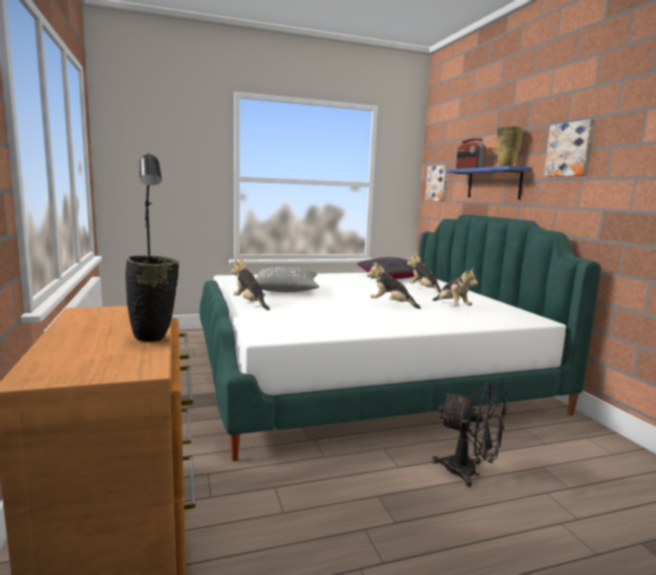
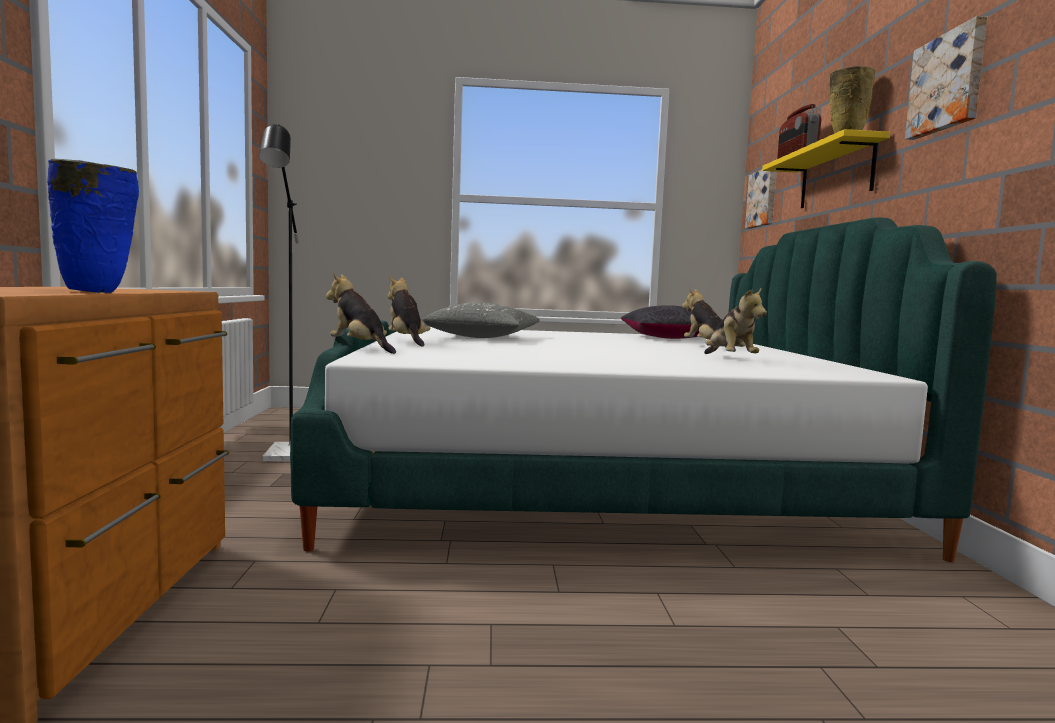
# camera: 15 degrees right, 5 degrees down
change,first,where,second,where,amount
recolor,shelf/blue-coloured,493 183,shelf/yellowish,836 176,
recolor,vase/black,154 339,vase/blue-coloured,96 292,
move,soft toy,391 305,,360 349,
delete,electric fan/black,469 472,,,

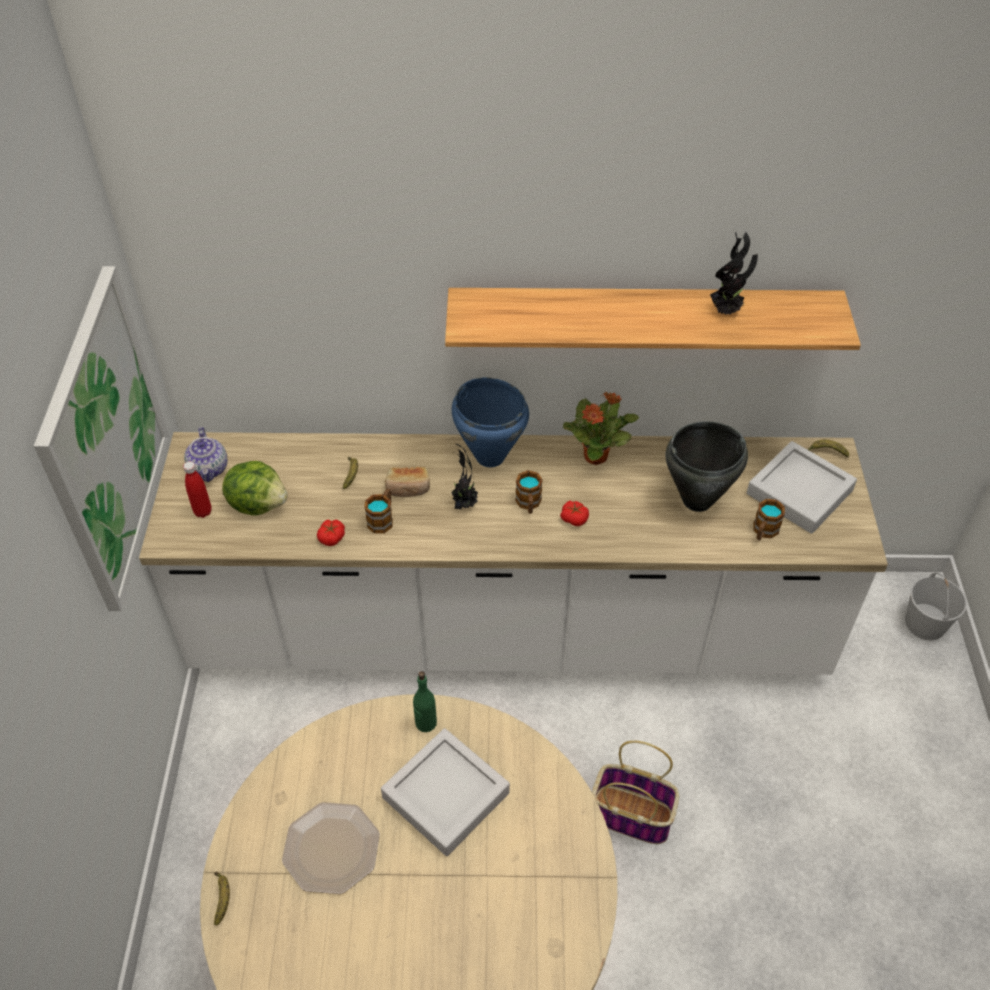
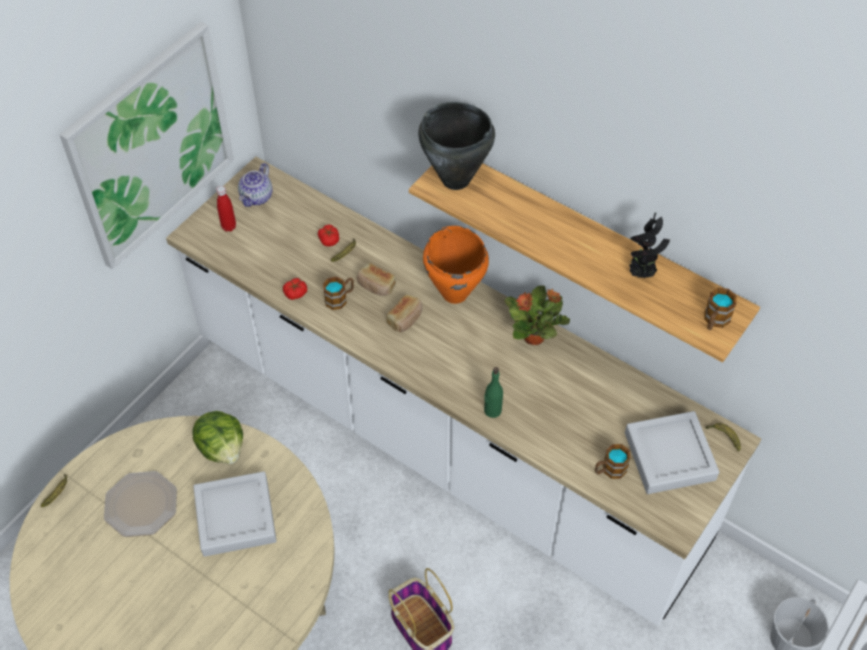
# camera: 35 degrees right, 5 degrees up
change,first,where,second,where,amount
recolor,cooking pot/blue-coloured,490 456,cooking pot/orange,455 293,
move,cooking pot/black,698 500,,456 180,
replace,potted plant,464 503,baked bread,405 318,
move,lettuce head,258 503,,222 448,
move,mug,529 504,,714 321,
move,tomato,574 518,,329 239,
move,bottle/green,425 723,,492 410,

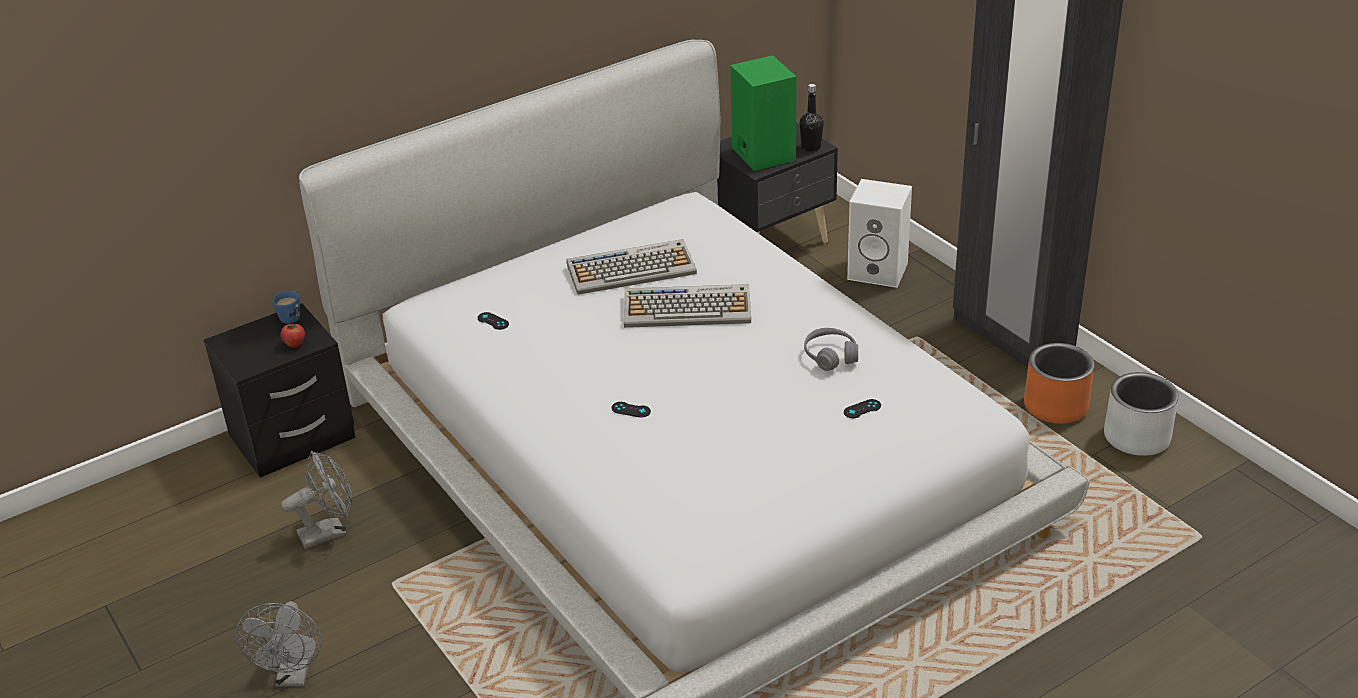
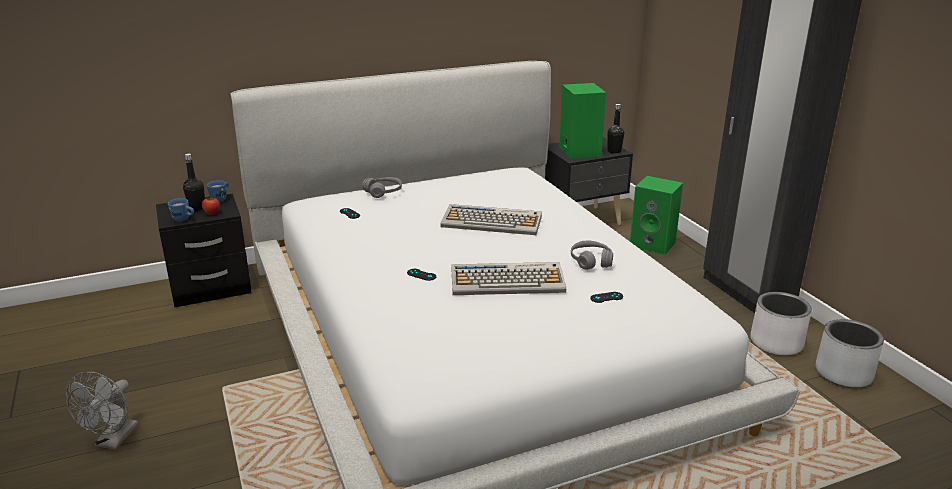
# camera: 10 degrees right, 10 degrees down
change,first,where,second,where,amount
recolor,audio speaker/whitish,879 271,audio speaker/green,654 244,
move,computer keyboard,632 269,,508 281,
recolor,plant pot/orange,1056 406,plant pot/whitish,776 343,
delete,electric fan/grey,329 531,,,
insert,,,bottle/black,197 208,
insert,,,headset/grey,383 192,
insert,,,mug/blue-coloured,184 220,

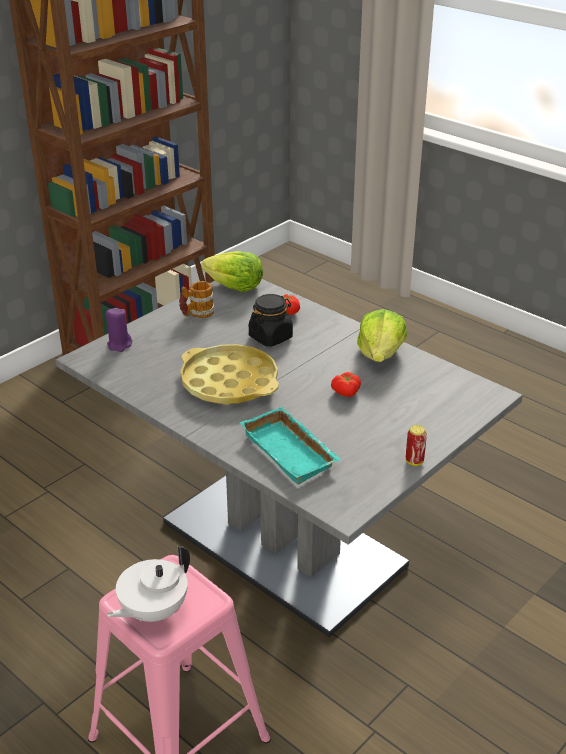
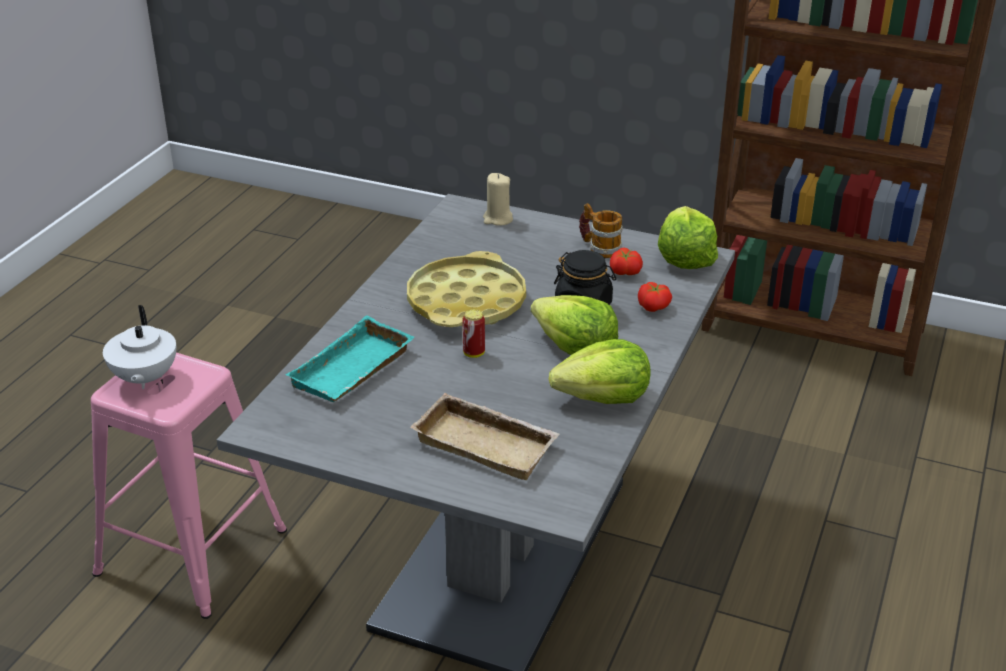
# camera: 70 degrees right, 0 degrees up
change,first,where,second,where,amount
recolor,candle/purple-coloured,119 345,candle/beige,497 219,
move,tomato,346 393,,624 272,
move,sealed can,414 461,,474 353,
rotate,pot for tea/whitish,153 611,,144 378,120 degrees counterclockwise
insert,,,lettuce head,575 348,
insert,,,tray/beige,488 443,

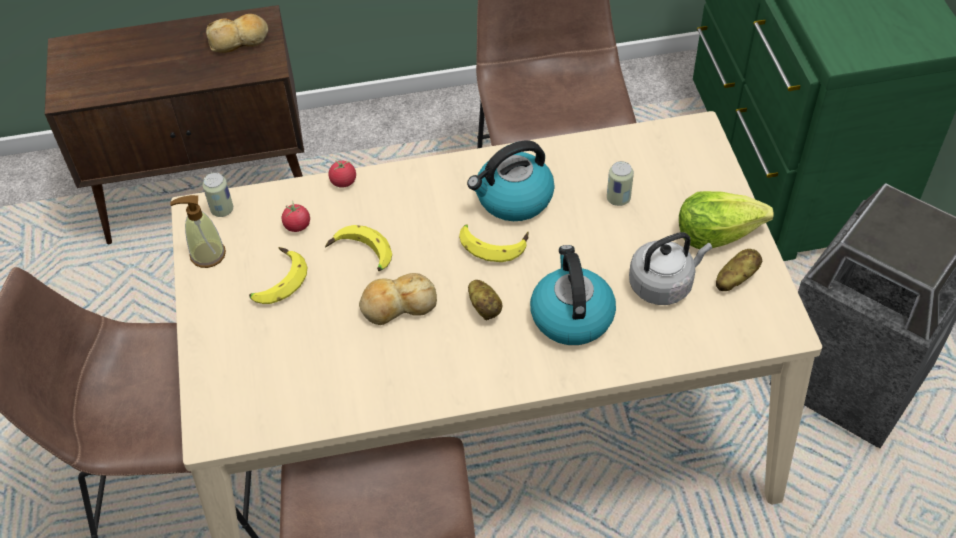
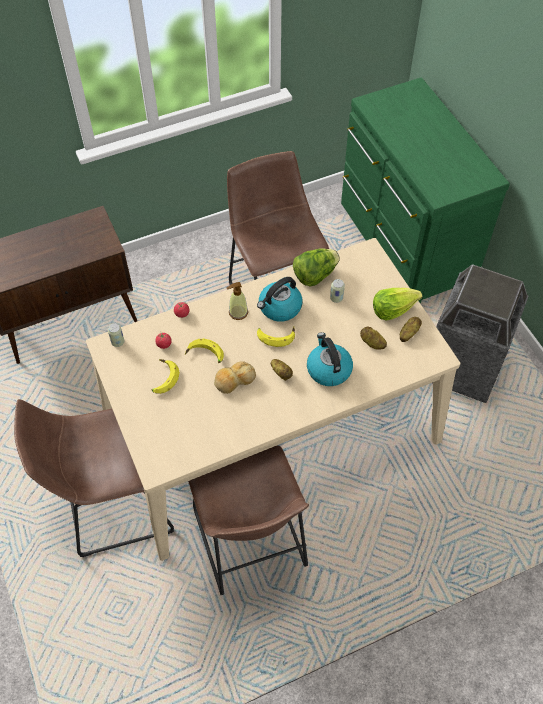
# camera: 15 degrees left, 5 degrees up
change,first,where,second,where,amount
delete,baked bread,239 40,,,
move,liquid soap bottle,207 254,,238 312,
replace,tea kettle/grey,663 284,spud,372 343,
insert,,,lettuce head,315 275,

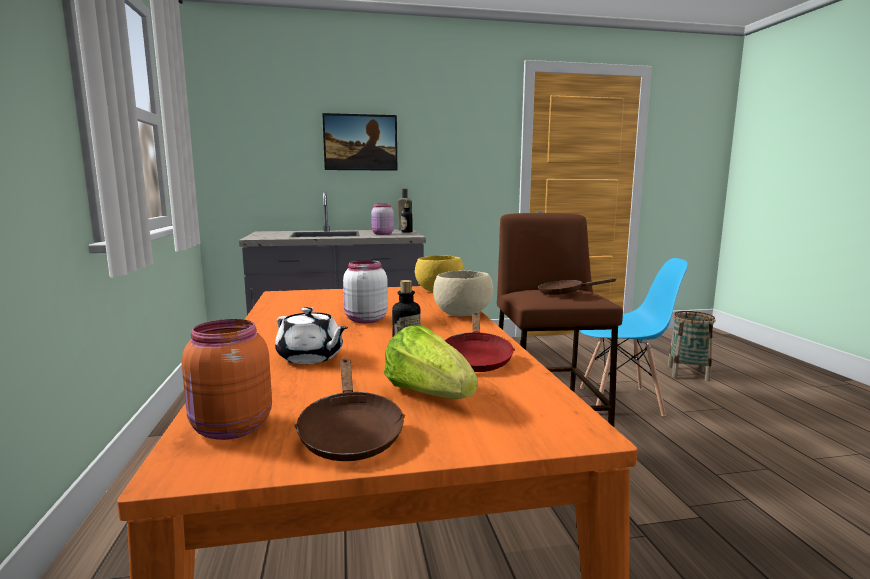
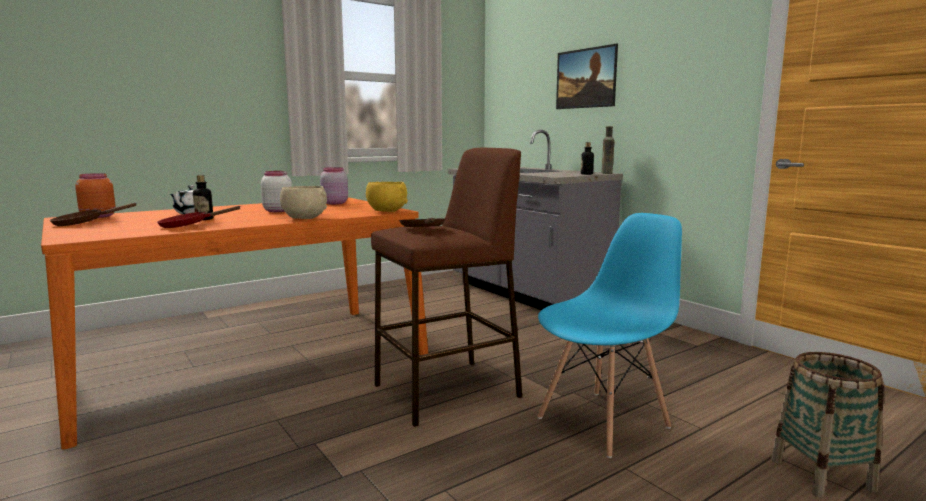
# camera: 65 degrees right, 0 degrees up
change,first,where,second,where,amount
move,jar/pinkish,382 234,,334 203,
rotate,chair/blue-coloured,621 401,,604 422,105 degrees counterclockwise
delete,lettuce head,429 394,,,

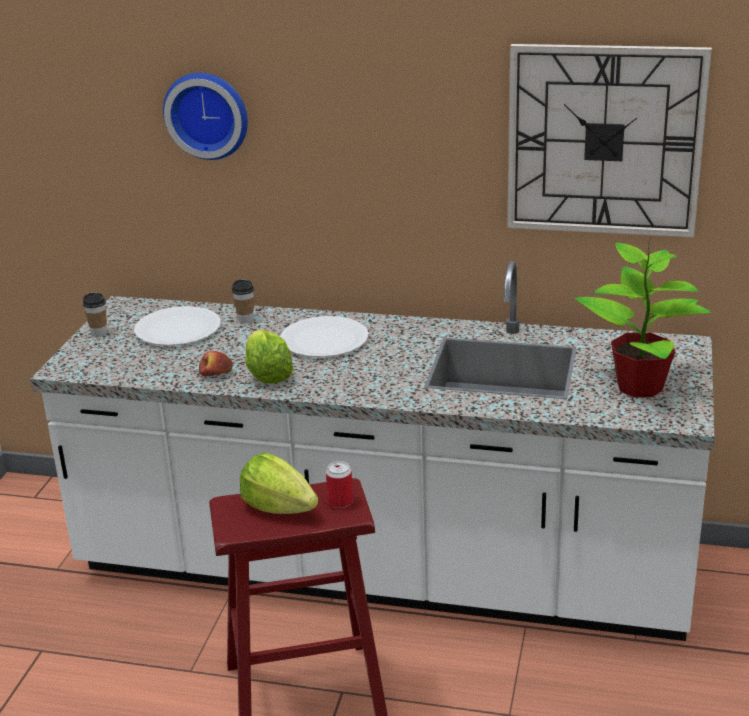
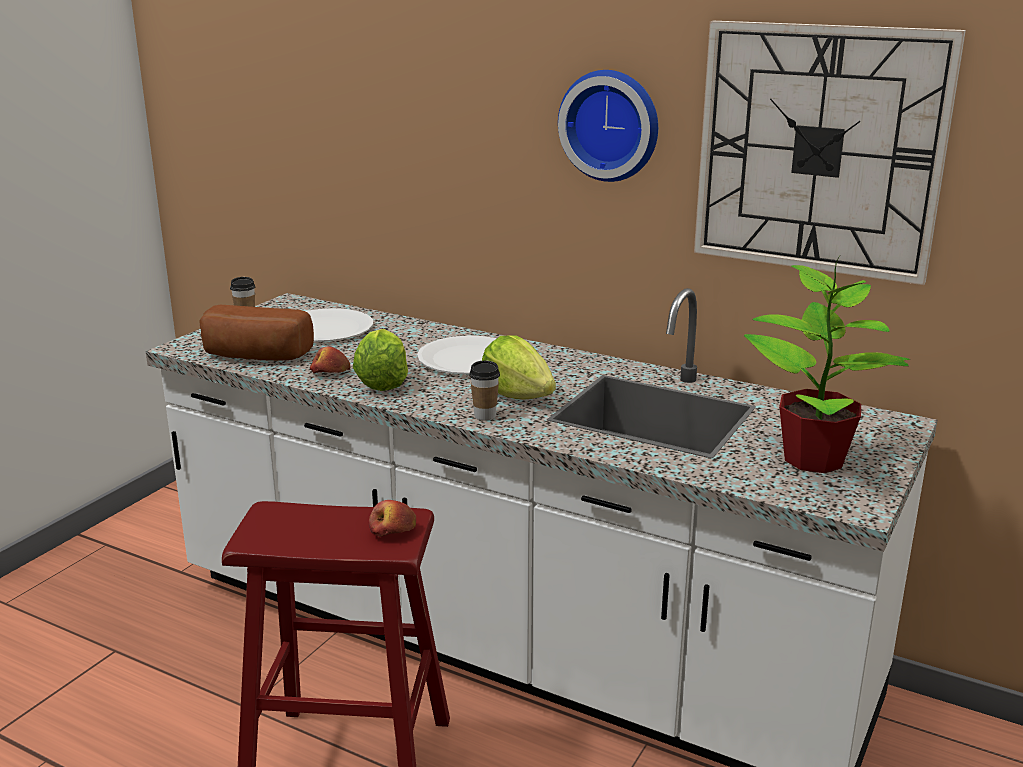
# camera: 15 degrees right, 5 degrees down
change,first,where,second,where,amount
move,wall clock,208 114,,611 125,
move,drinking cup,245 320,,485 416,
move,lettuce head,278 507,,518 395,
replace,sealed can,340 502,apple fruit,392 531,
insert,,,baked bread,254 356,

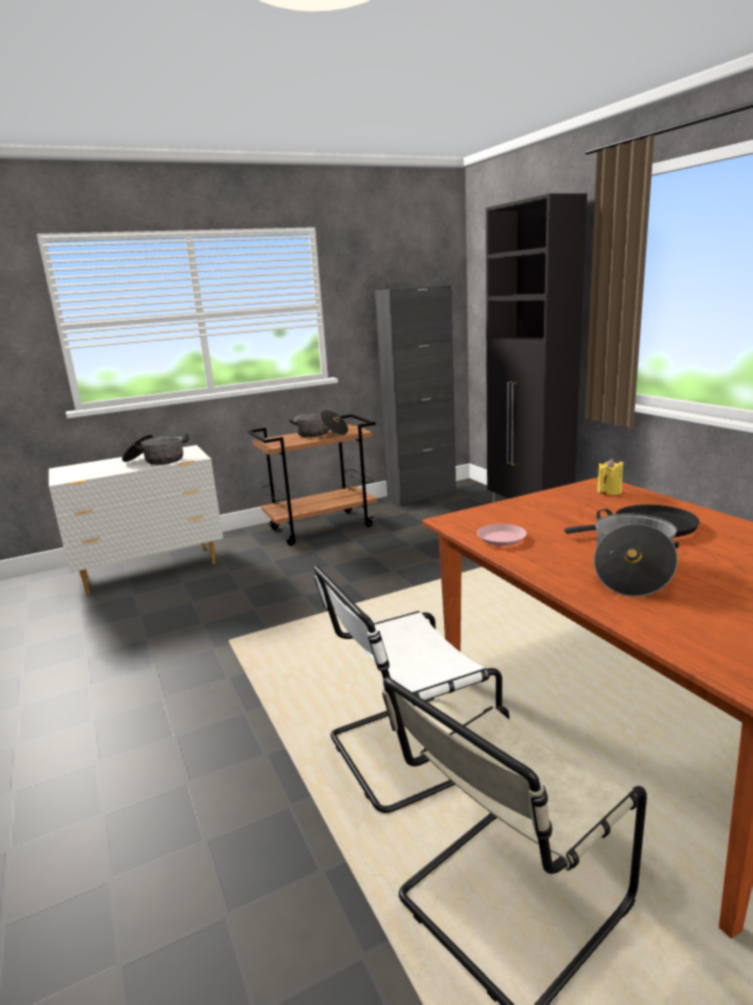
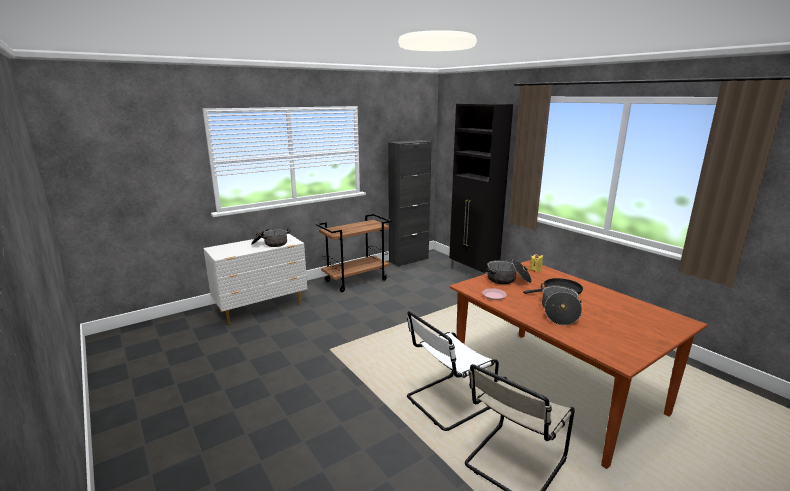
# camera: 10 degrees left, 0 degrees up
change,first,where,second,where,amount
move,cooking pot,321 434,,508 280,

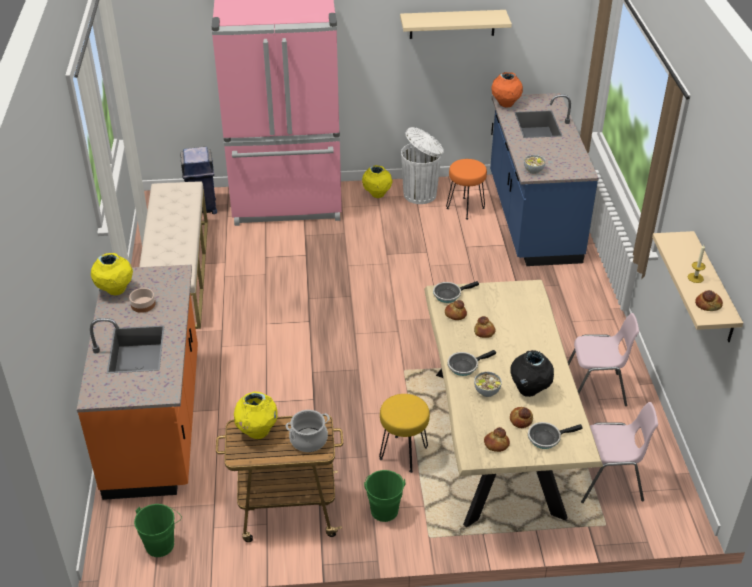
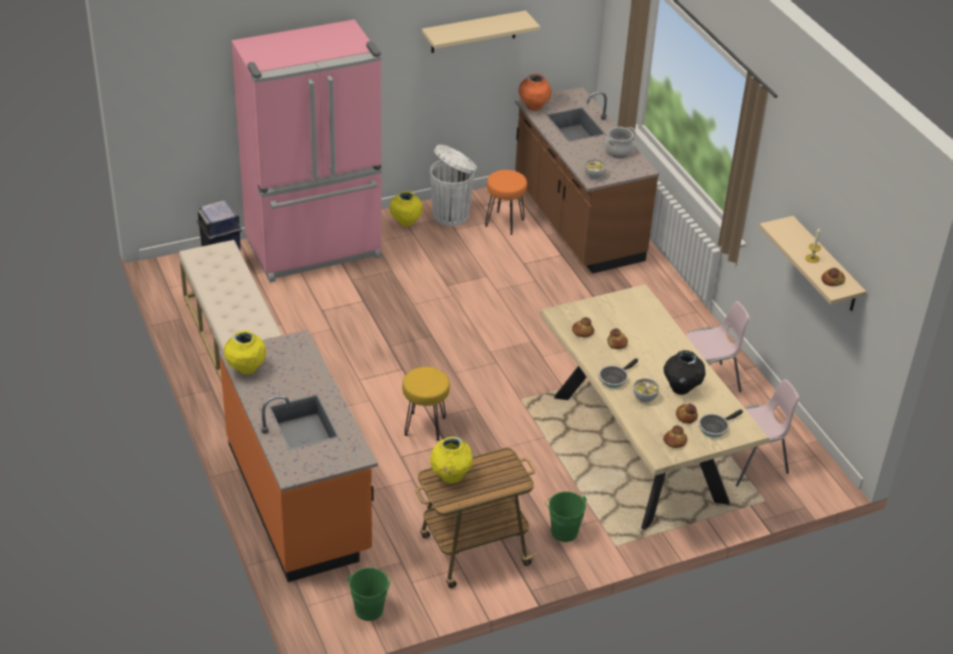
# camera: 20 degrees left, 0 degrees up
change,first,where,second,where,amount
recolor,kitchen base unit/blue-coloured,532 218,kitchen base unit/brown,576 222,
delete,pan,449 294,,,
delete,serving bowl,143 304,,,
move,stool/yellowish,403 454,,424 426,
move,cooking pot,308 440,,618 151,

